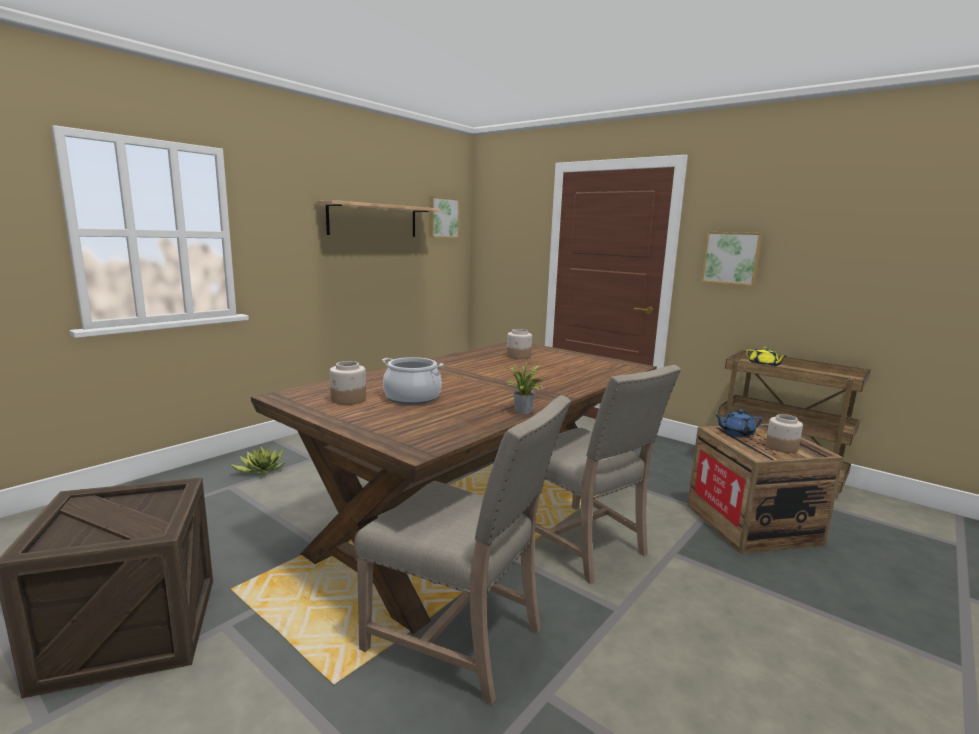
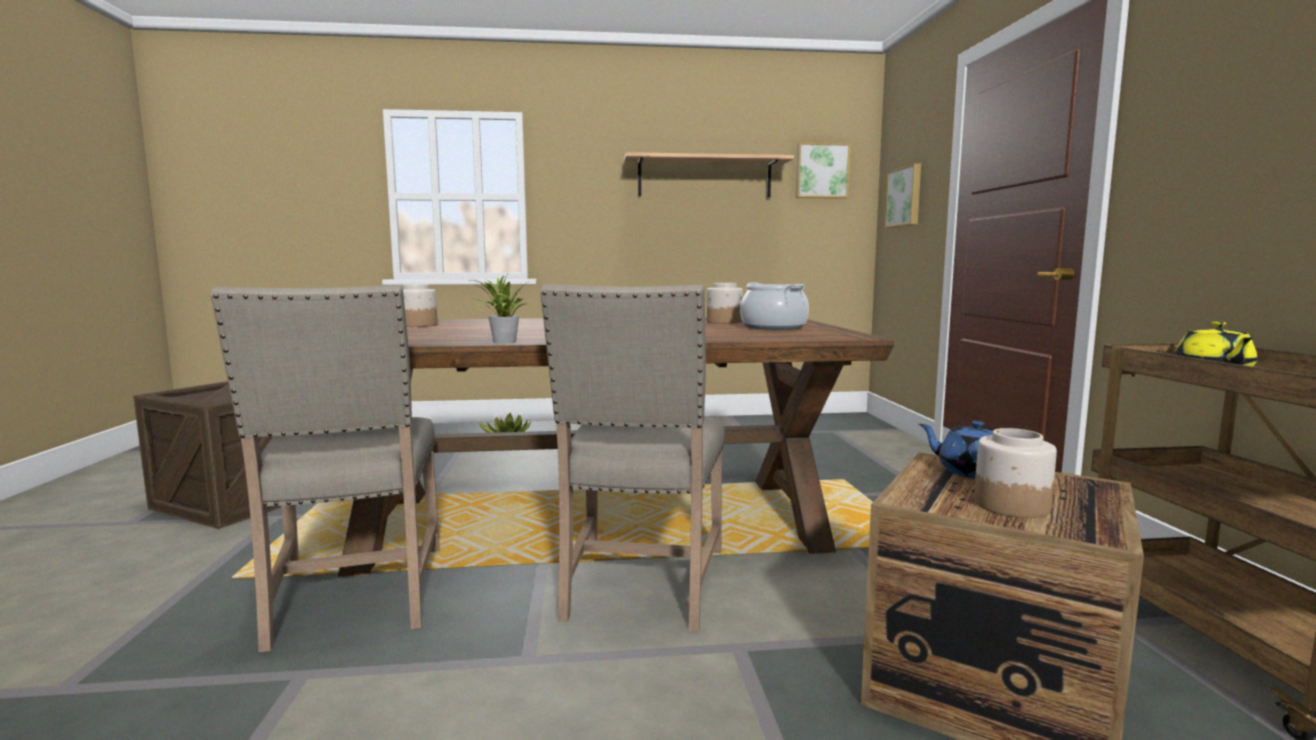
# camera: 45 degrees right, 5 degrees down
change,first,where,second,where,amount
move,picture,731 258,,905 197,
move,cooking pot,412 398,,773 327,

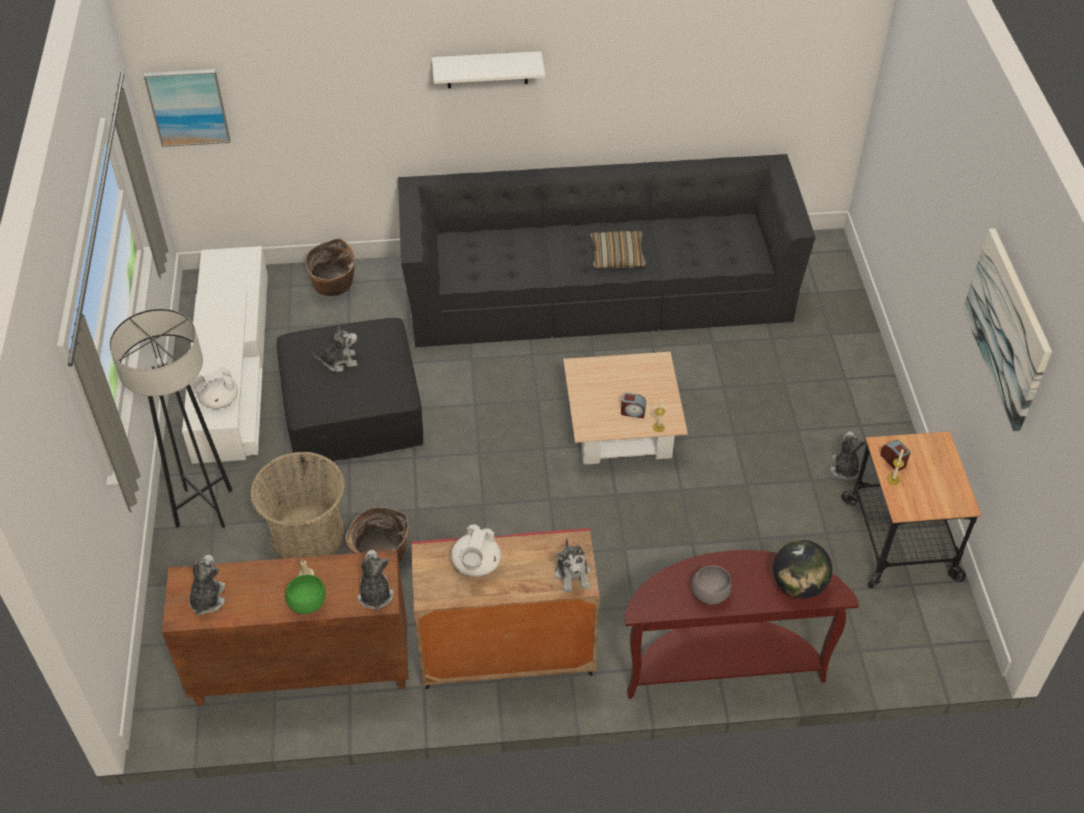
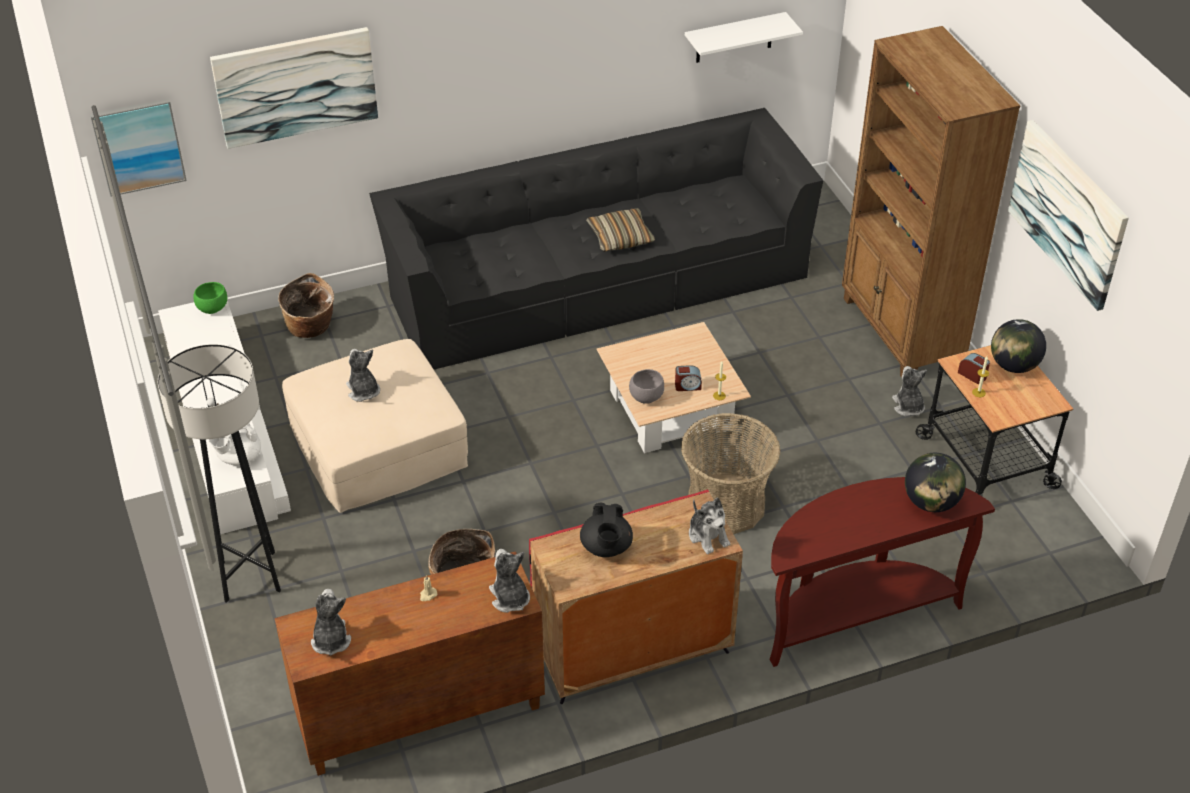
# camera: 15 degrees left, 5 degrees down
change,first,where,second,where,amount
move,shelf/whitish,487 69,,734 38,
recolor,ottoman/black,352 410,ottoman/beige,377 446,
rotate,soft toy,339 361,,363 391,90 degrees counterclockwise
move,basket,307 534,,726 504,
recolor,pot for tea/whitish,476 565,pot for tea/black,606 547,
move,serving bowl/grey,709 594,,645 397,
move,serving bowl/green,307 603,,212 308,
insert,,,bookshelf/brown,901 332,
insert,,,picture,296 86,
insert,,,globe,1013 365,

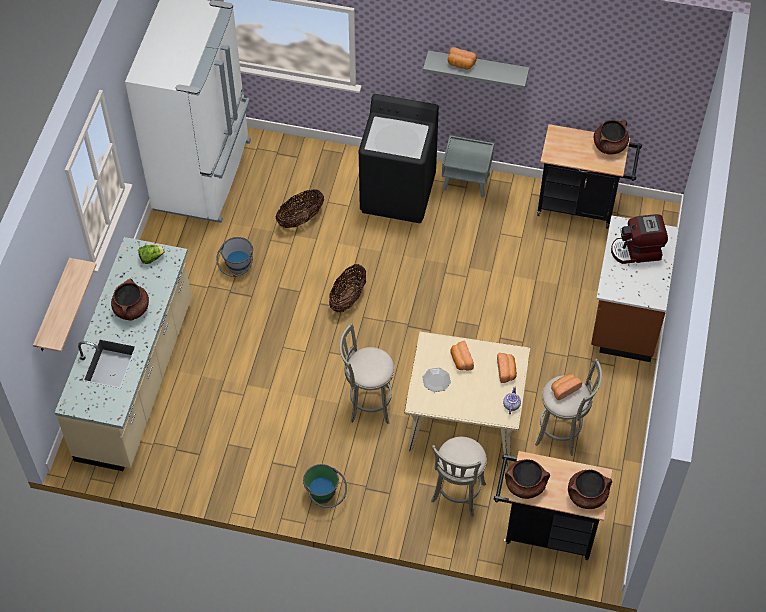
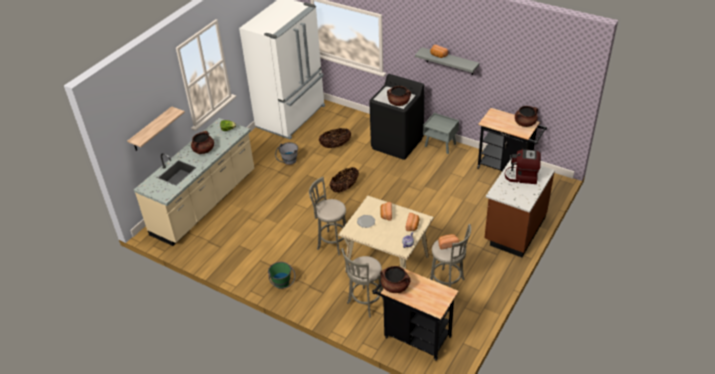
# camera: 20 degrees right, 15 degrees down
change,first,where,second,where,amount
move,cooking pot/brown,587 495,,399 103,

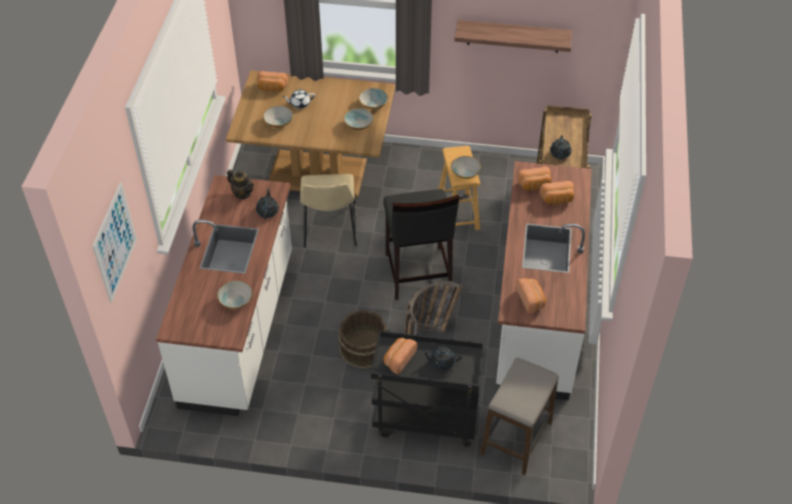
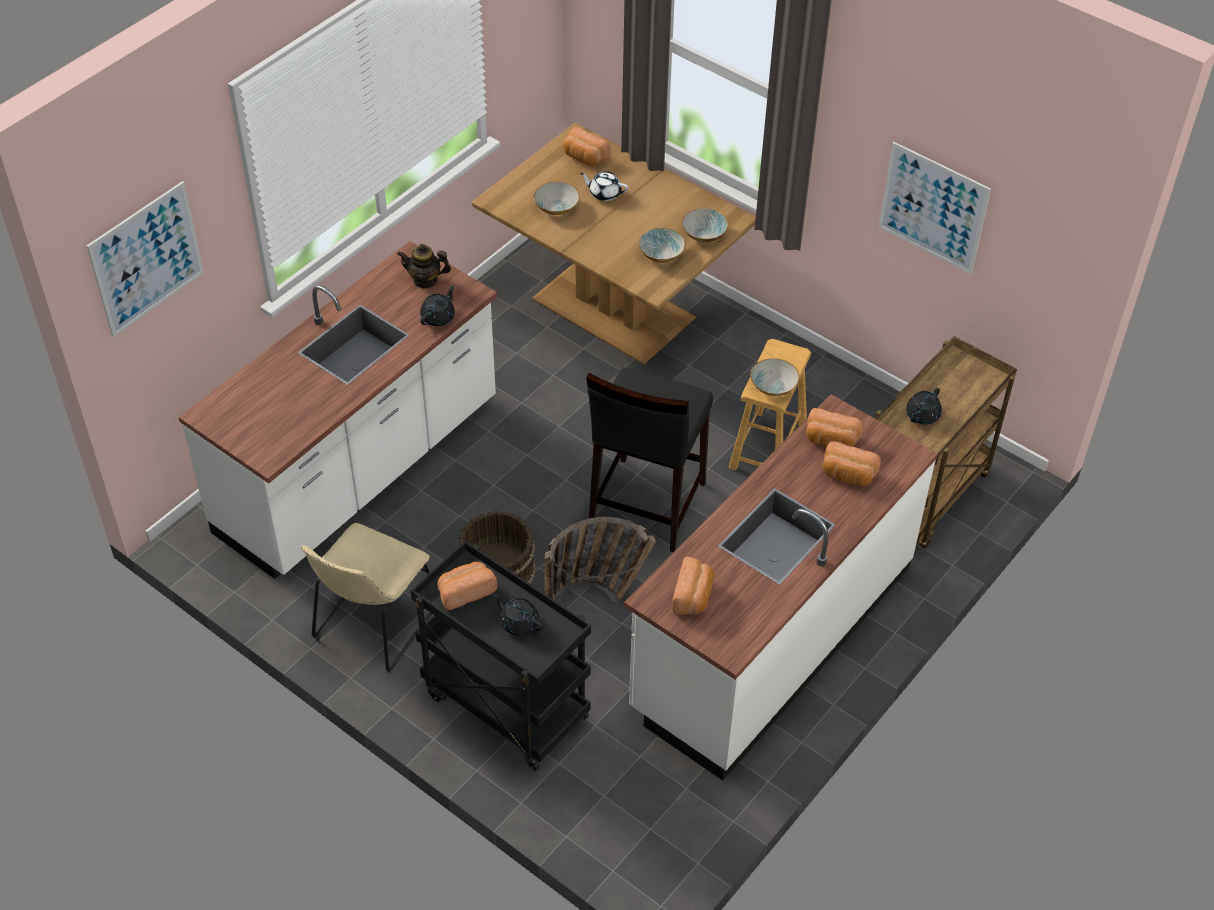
# camera: 30 degrees right, 0 degrees up
change,first,where,second,where,amount
replace,shelf,513 36,picture,933 208,
rotate,pot for tea,242 193,,425 280,120 degrees clockwise
move,chair/beige,330 228,,374 623,
delete,serving bowl,235 300,,,
delete,stool,516 438,,,

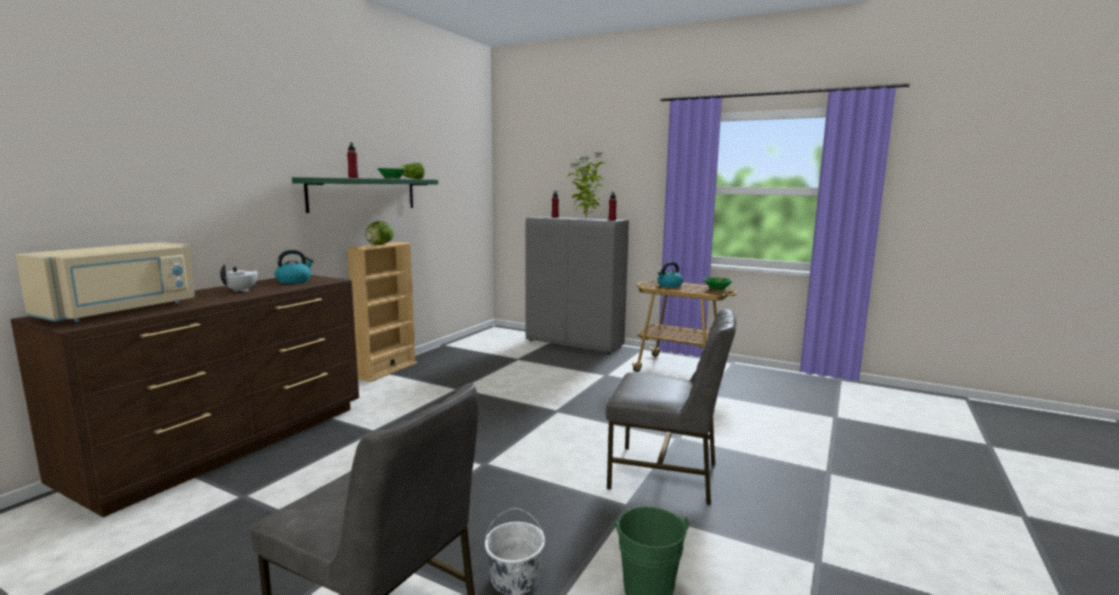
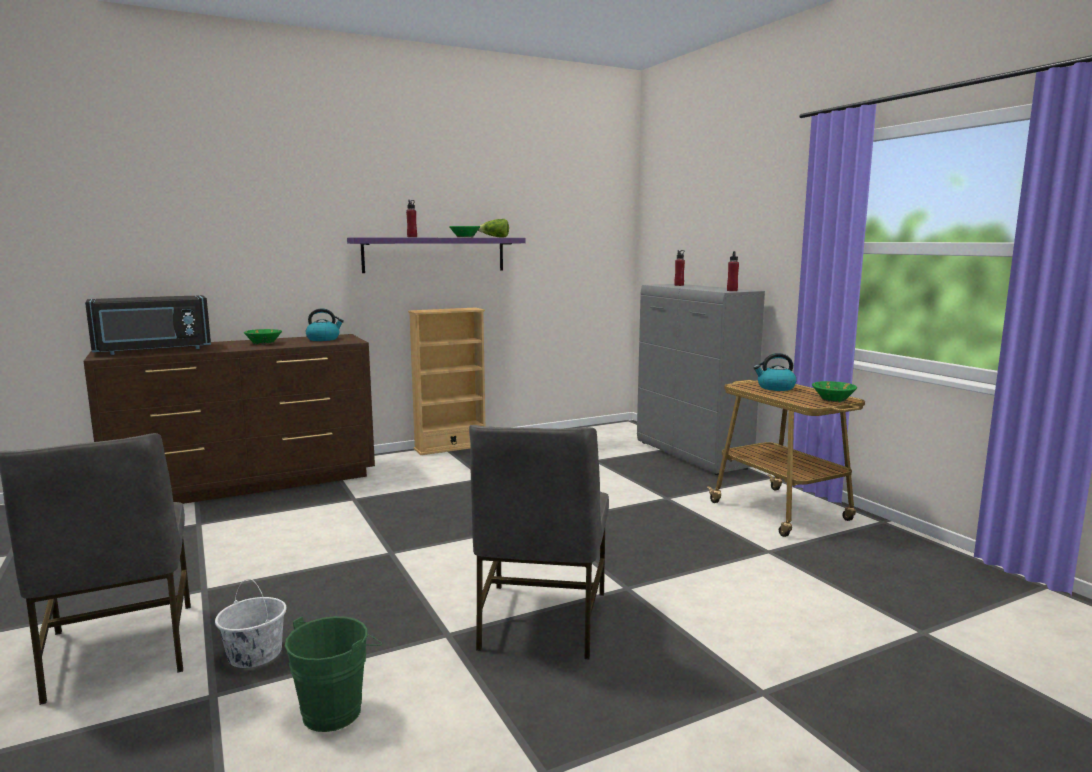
# camera: 35 degrees right, 0 degrees up
change,first,where,second,where,amount
delete,potted plant,586 219,,,
recolor,shelf/green,363 194,shelf/purple-coloured,435 254,
delete,lettuce head,379 244,,,
recolor,microwave oven/beige,122 311,microwave oven/black,153 350,
replace,pot for tea/whitish,241 290,serving bowl/green,264 343,
rotate,chair/grey,666 475,,540 621,45 degrees clockwise

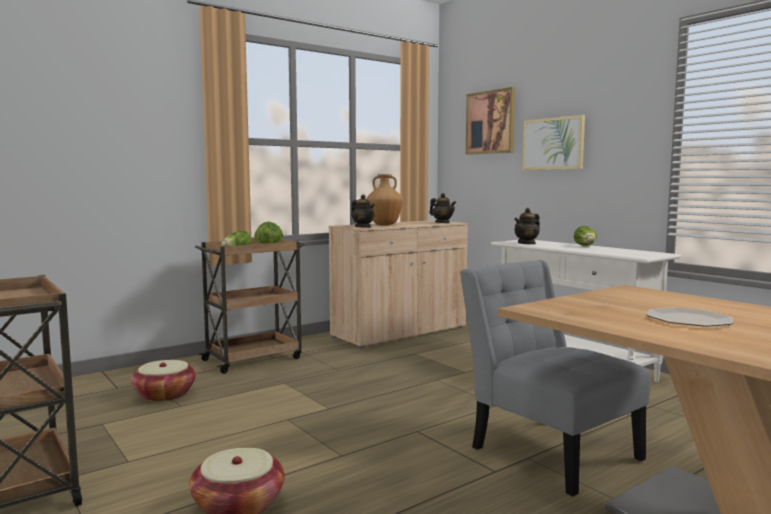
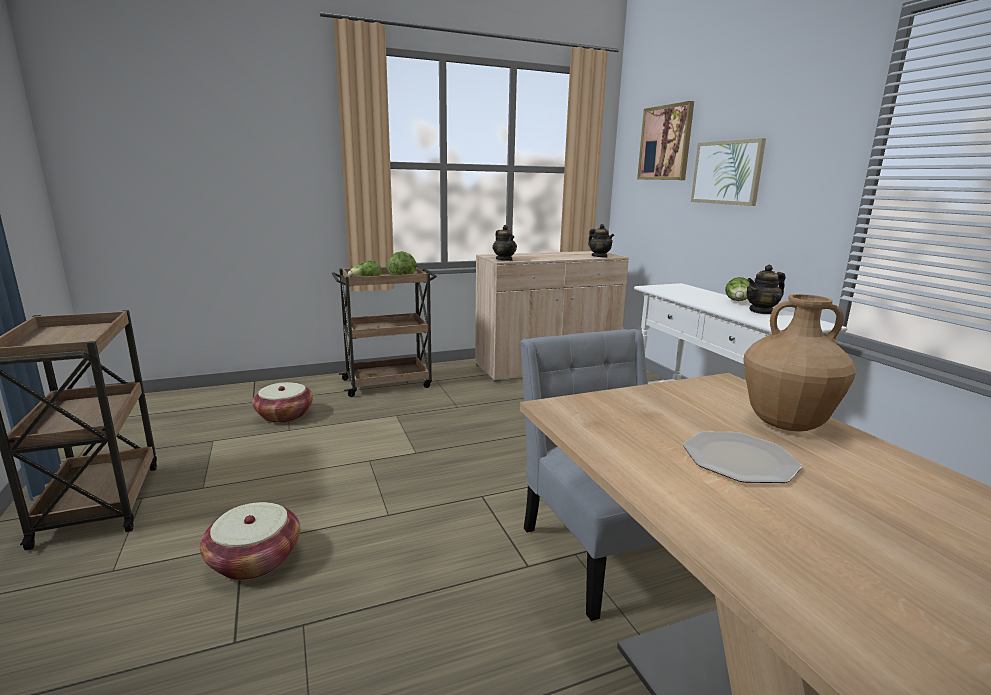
# camera: 15 degrees right, 10 degrees up
change,first,where,second,where,amount
move,vase/brown,384 225,,786 424,
move,pot for tea,527 243,,761 311,

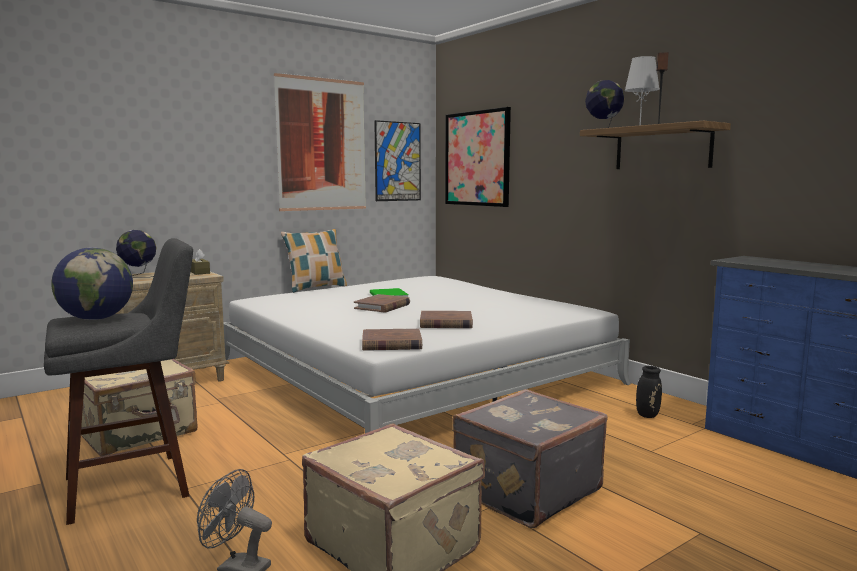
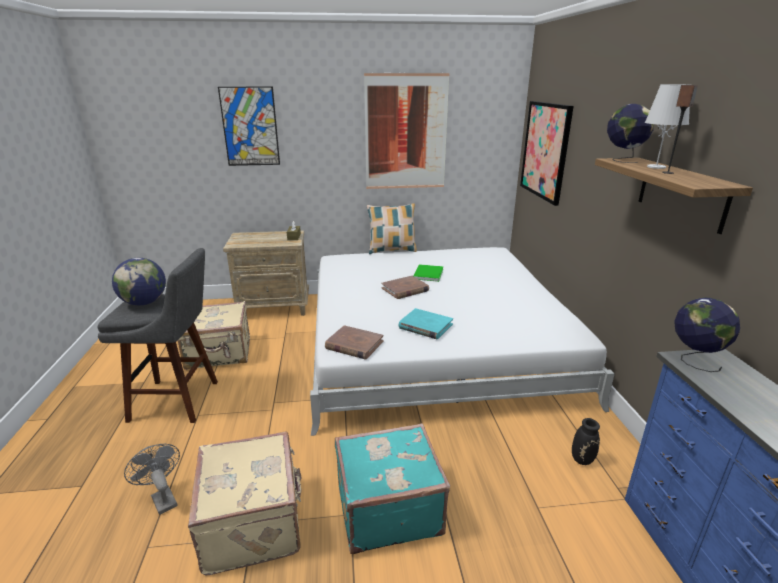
# camera: 30 degrees right, 15 degrees up
change,first,where,second,where,amount
move,picture,397 161,,250 127,
move,globe,138 276,,694 360,
recolor,book/brown,446 323,book/turquoise-coloured,425 326,
recolor,piece of luggage/grey,525 490,piece of luggage/turquoise-coloured,387 508,

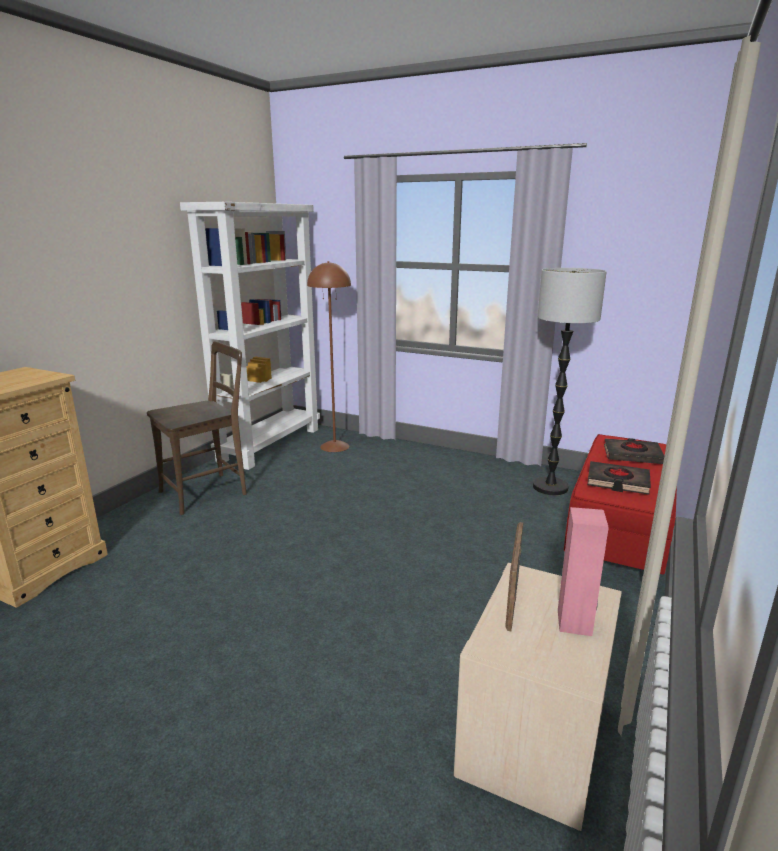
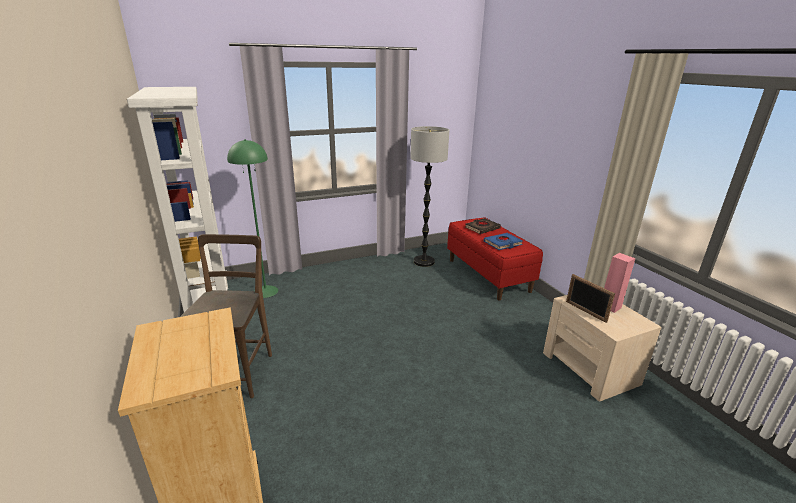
# camera: 50 degrees left, 5 degrees up
change,first,where,second,where,amount
recolor,standing lamp/brown,335 446,standing lamp/green,265 291,
recolor,book/black,617 482,book/blue-coloured,502 243,

